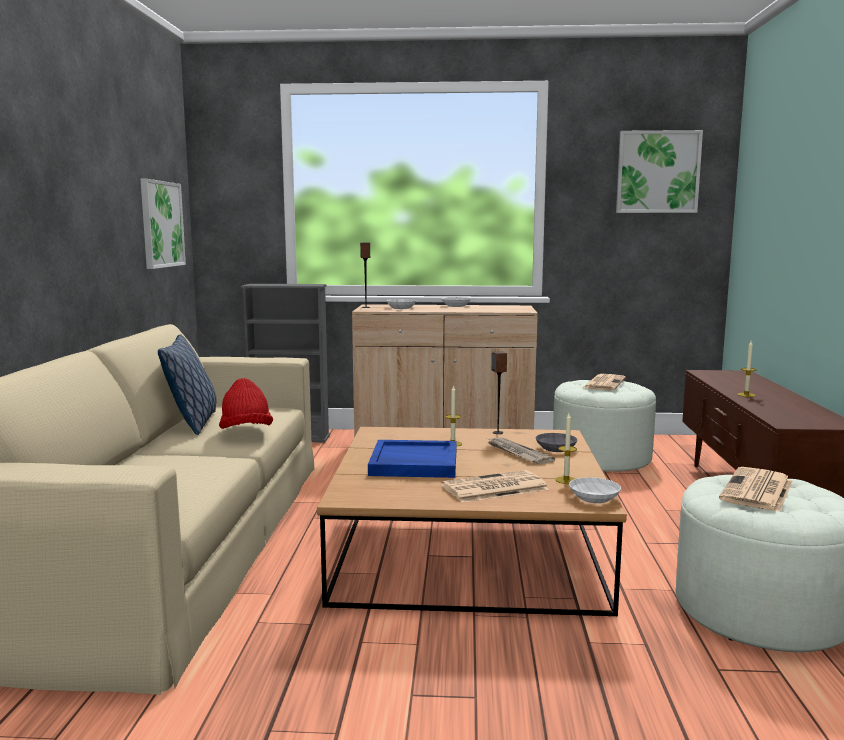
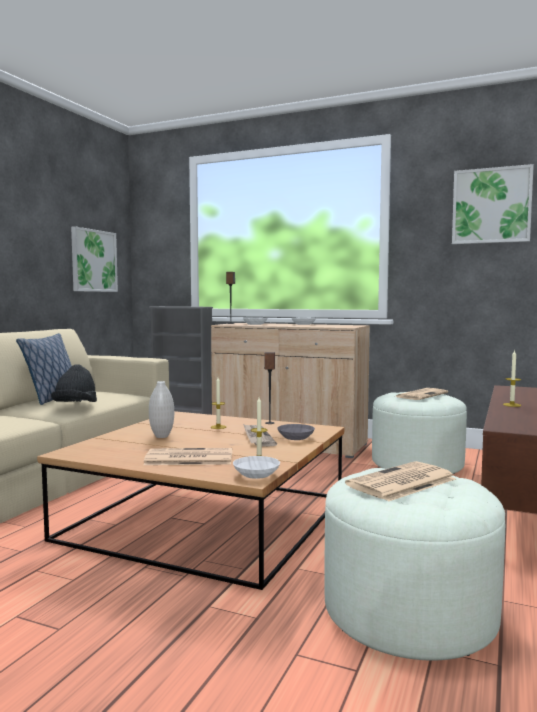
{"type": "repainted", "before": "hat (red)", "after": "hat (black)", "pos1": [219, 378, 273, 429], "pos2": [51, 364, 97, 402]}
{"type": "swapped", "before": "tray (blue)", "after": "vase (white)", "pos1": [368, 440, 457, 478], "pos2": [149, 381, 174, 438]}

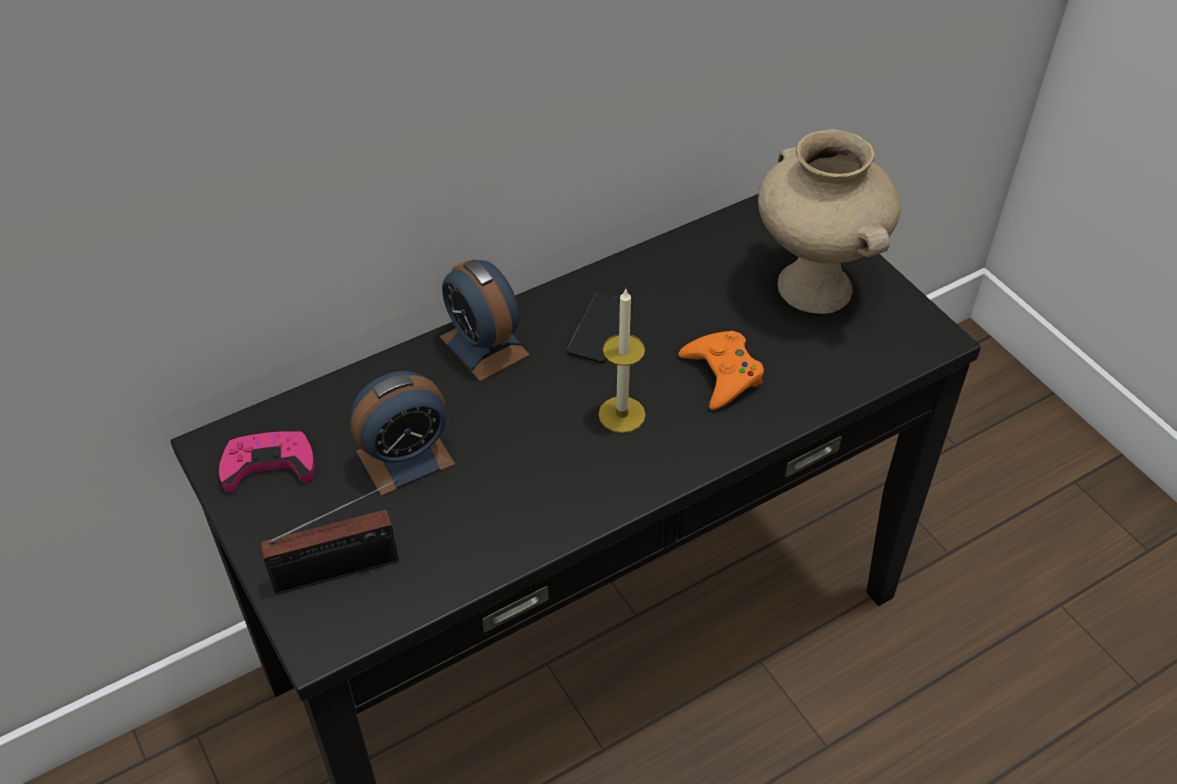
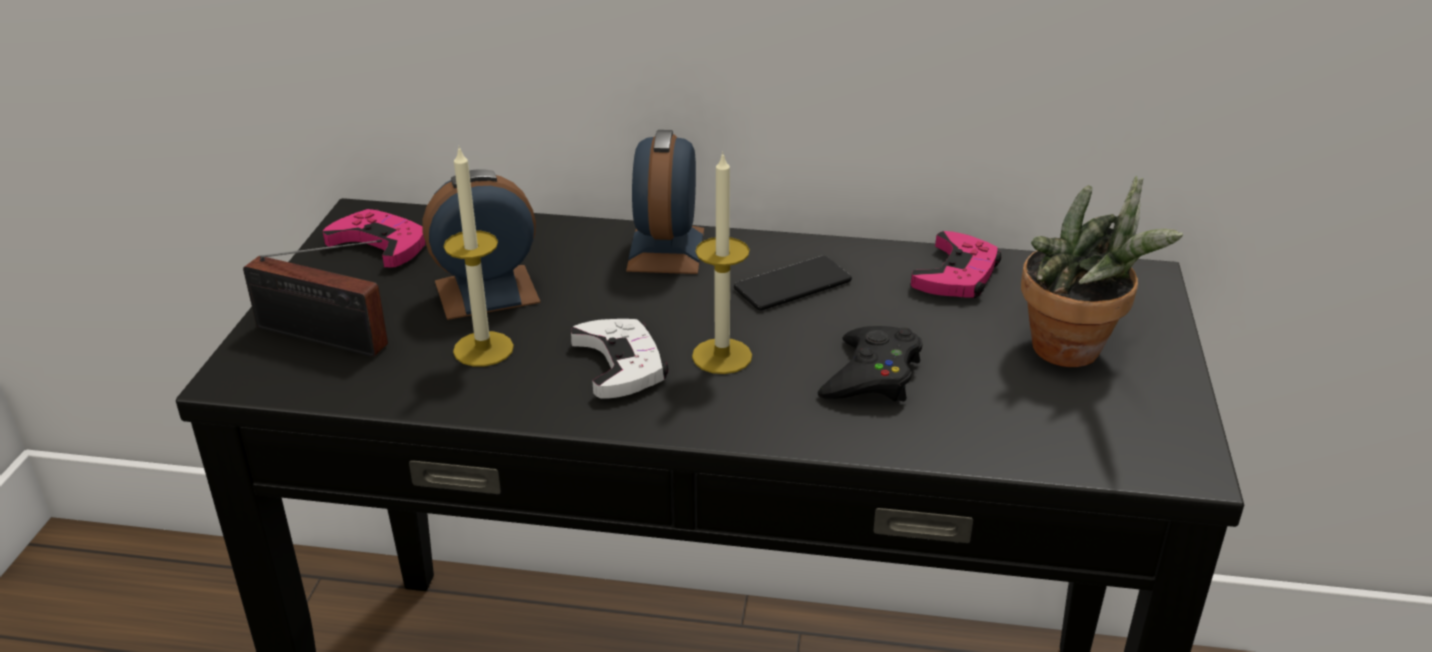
{"type": "rotated", "before": "alarm clock", "pos1": [350, 371, 455, 496], "pos2": [422, 169, 541, 320], "turn": 150}
{"type": "new", "after": "candle", "pos2": [444, 146, 514, 367]}
{"type": "new", "after": "game controller (white)", "pos2": [571, 319, 669, 399]}
{"type": "repainted", "before": "game controller (orange)", "after": "game controller (black)", "pos1": [678, 331, 764, 410], "pos2": [818, 326, 922, 402]}
{"type": "new", "after": "game controller (pink)", "pos2": [911, 231, 1001, 298]}
{"type": "swapped", "before": "vase (beige)", "after": "potted plant", "pos1": [758, 129, 901, 314], "pos2": [1021, 176, 1183, 367]}

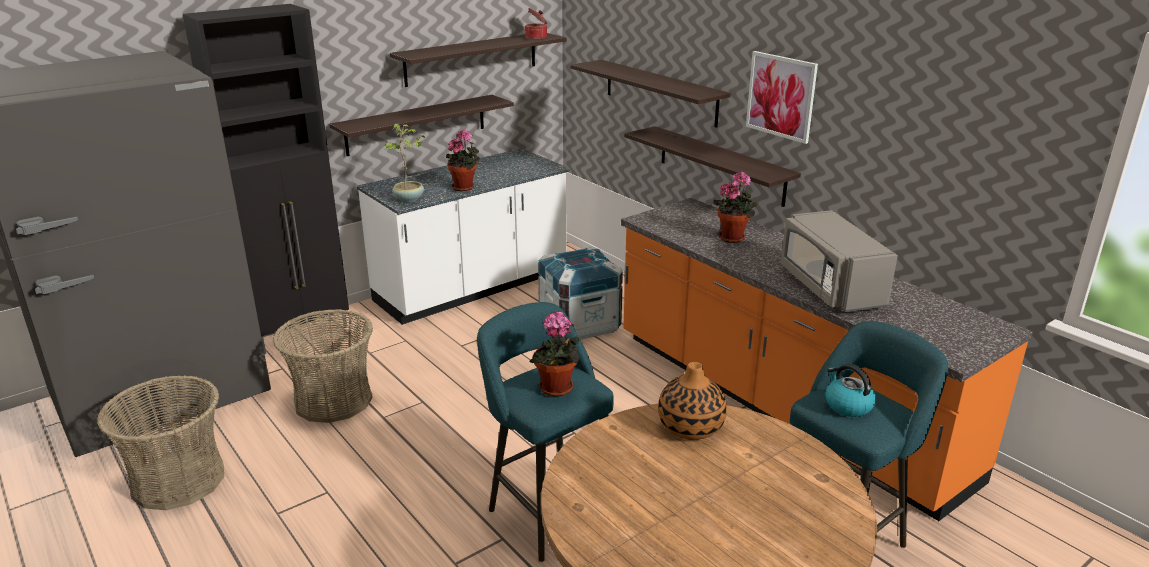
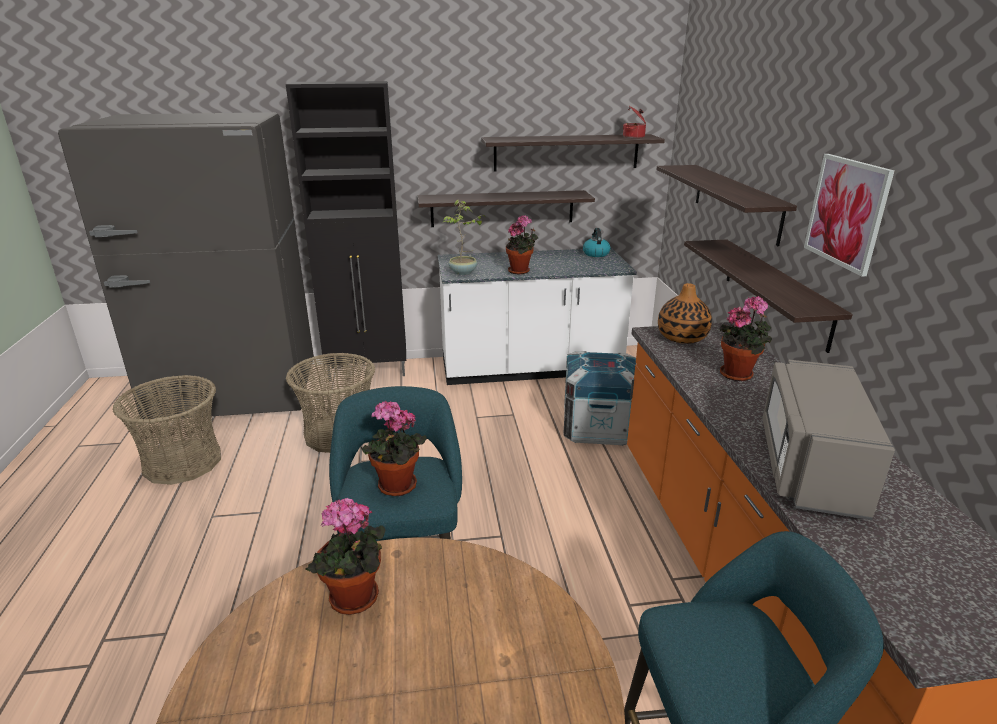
{"type": "new", "after": "potted plant", "pos2": [306, 498, 386, 615]}
{"type": "shifted", "before": "kettle", "pos1": [825, 364, 876, 417], "pos2": [583, 228, 611, 257]}
{"type": "shifted", "before": "vase", "pos1": [658, 362, 727, 440], "pos2": [658, 283, 712, 344]}

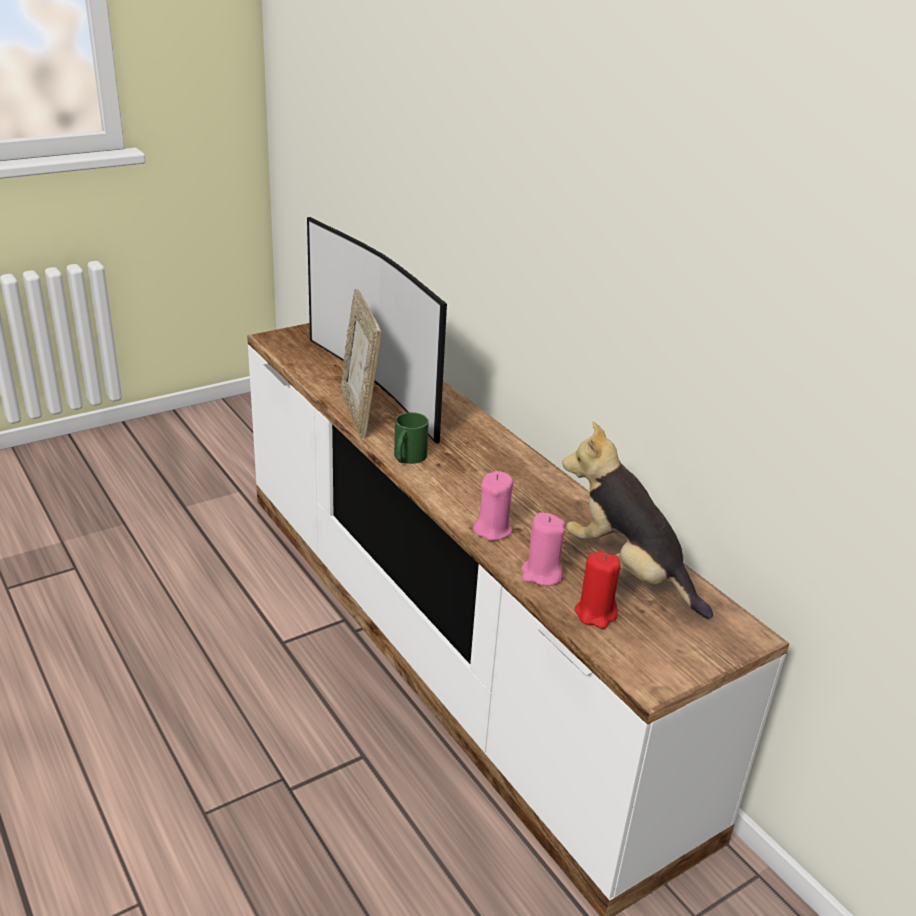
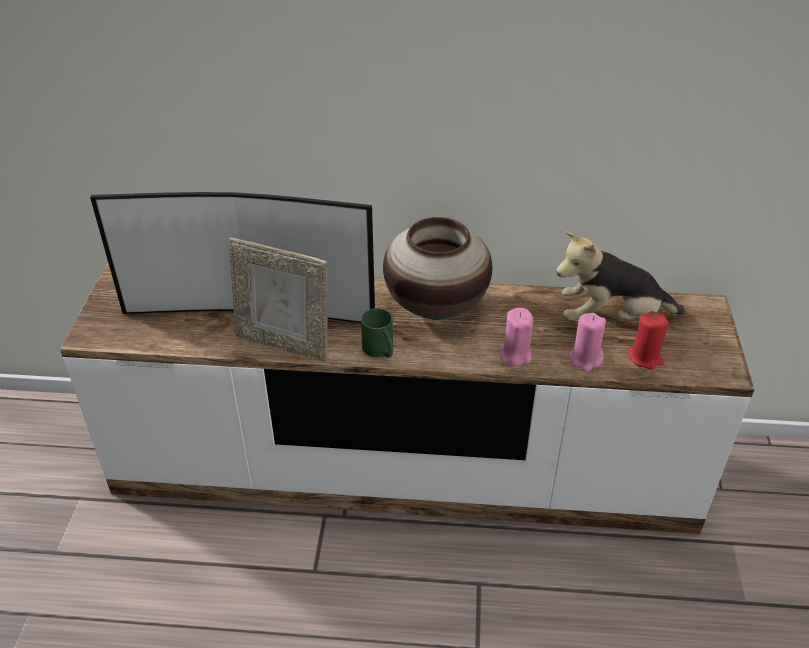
{"type": "new", "after": "vase", "pos2": [383, 217, 492, 320]}

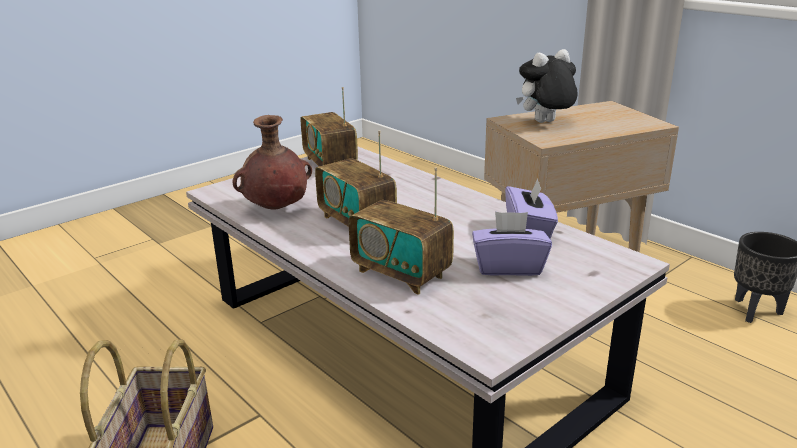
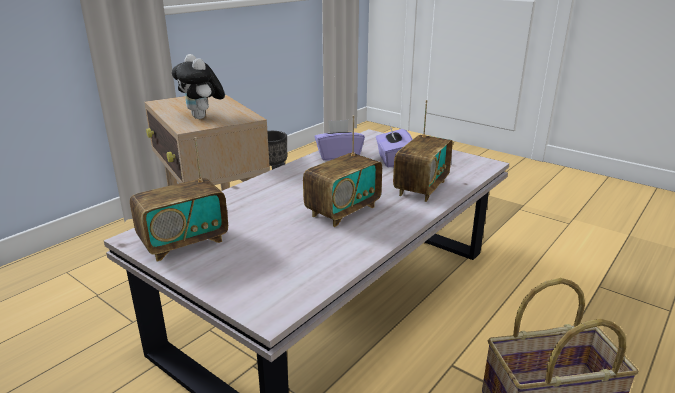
{"type": "gone", "before": "vase (brown)", "pos1": [233, 115, 312, 209]}

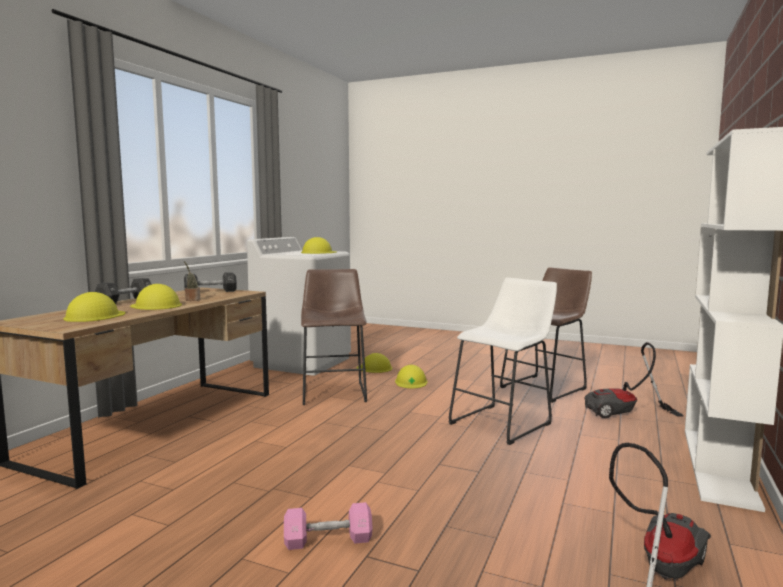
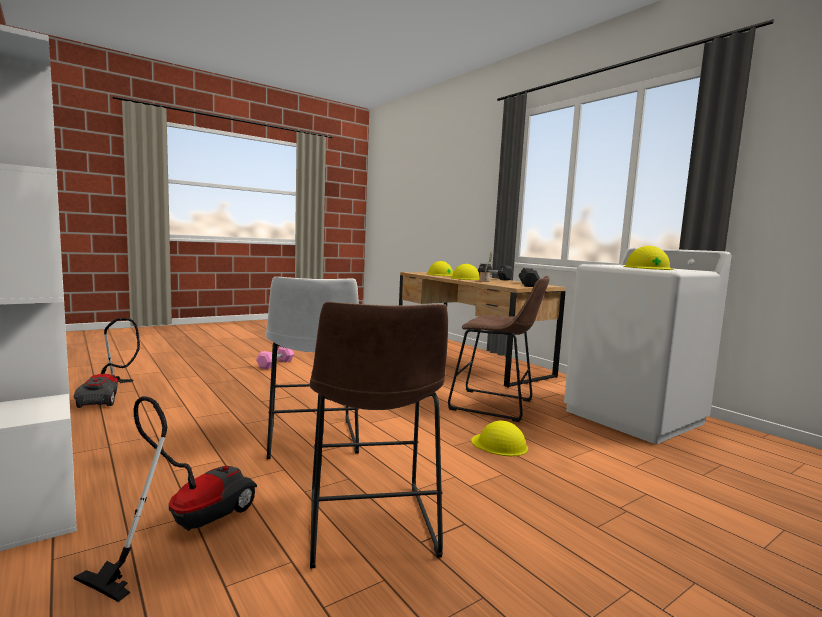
{"type": "gone", "before": "hard hat (yellow)", "pos1": [357, 353, 392, 373]}

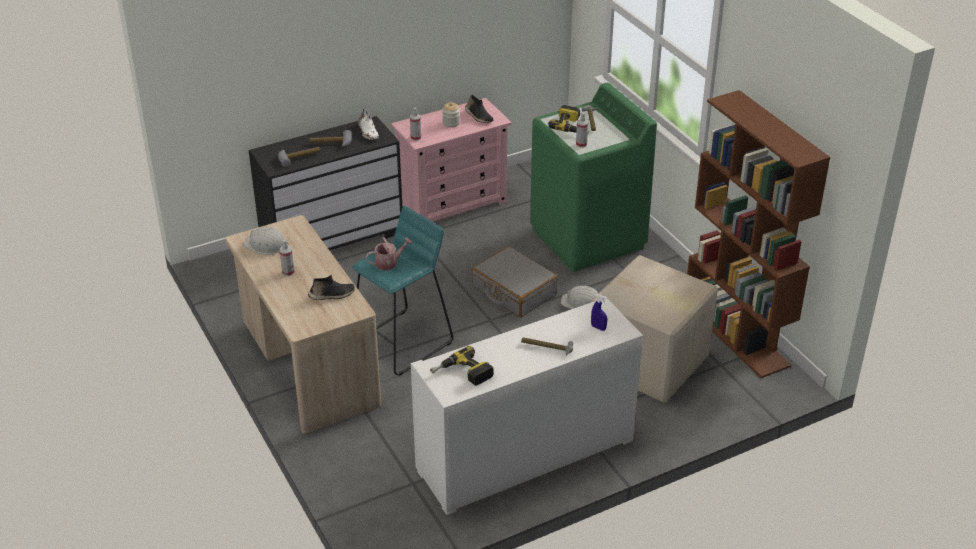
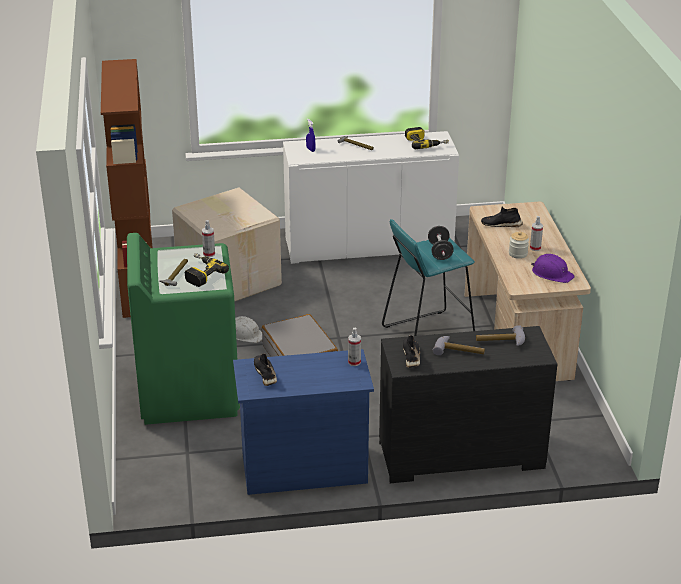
{"type": "repainted", "before": "dresser (pink)", "after": "dresser (blue)", "pos1": [391, 98, 512, 222], "pos2": [233, 349, 374, 495]}
{"type": "repainted", "before": "shoe (white)", "after": "shoe (black)", "pos1": [358, 108, 379, 140], "pos2": [403, 335, 420, 368]}
{"type": "swapped", "before": "watering can", "after": "dumbbell (black)", "pos1": [366, 237, 413, 271], "pos2": [428, 226, 454, 260]}
{"type": "shifted", "before": "jar", "pos1": [442, 102, 460, 127], "pos2": [509, 231, 529, 259]}
{"type": "repainted", "before": "hard hat (white)", "after": "hard hat (purple)", "pos1": [243, 226, 289, 255], "pos2": [531, 254, 575, 283]}

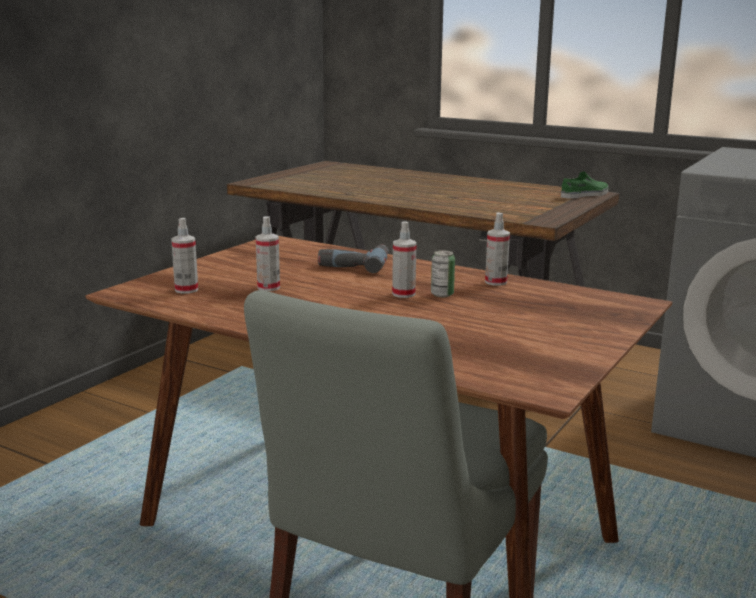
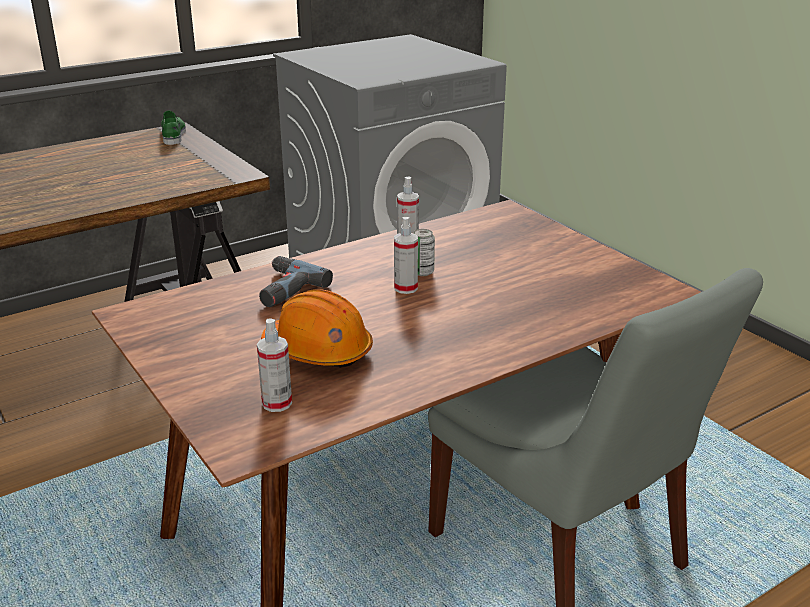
{"type": "swapped", "before": "spray bottle", "after": "hard hat (orange)", "pos1": [256, 216, 280, 291], "pos2": [261, 289, 373, 368]}

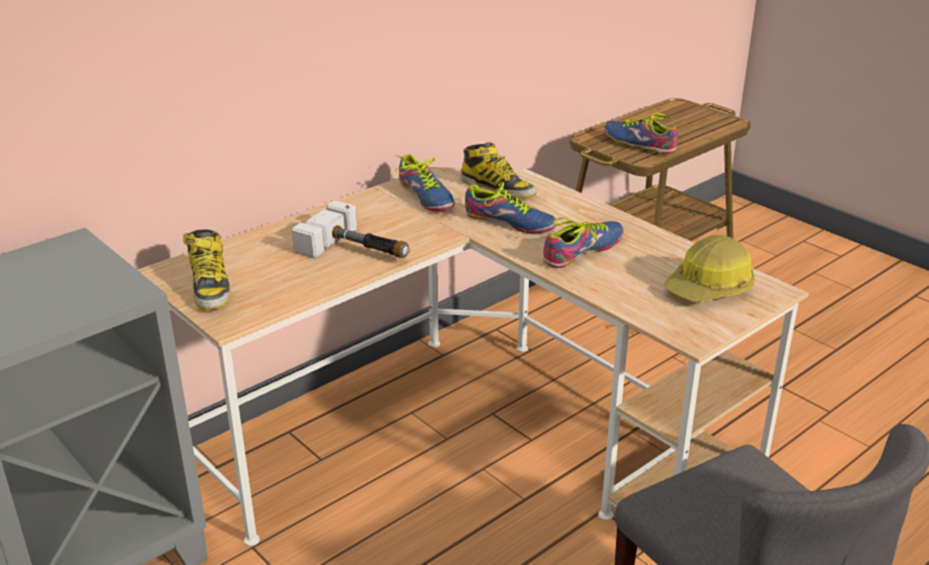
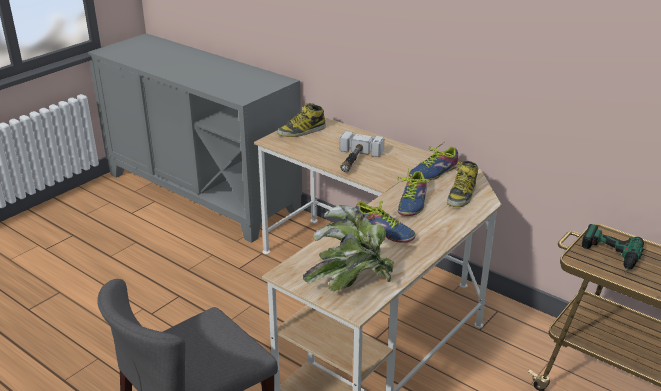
{"type": "swapped", "before": "hard hat", "after": "potted plant", "pos1": [664, 235, 755, 302], "pos2": [303, 205, 394, 291]}
{"type": "swapped", "before": "shoe", "after": "power drill", "pos1": [604, 113, 678, 154], "pos2": [582, 224, 644, 274]}

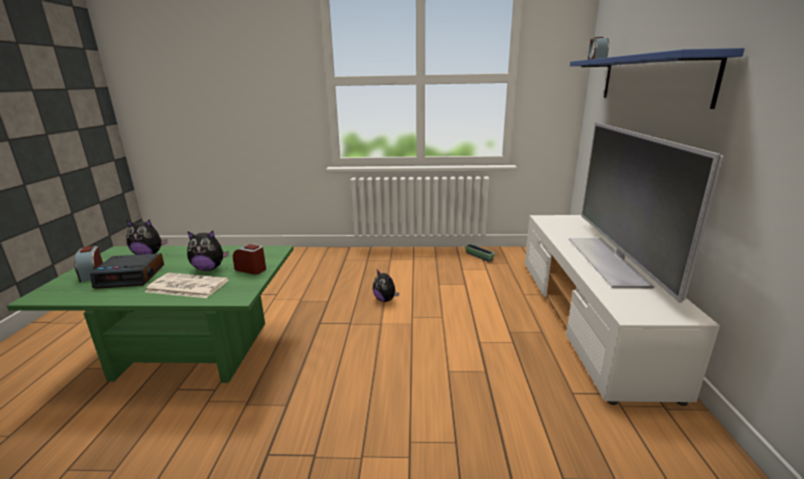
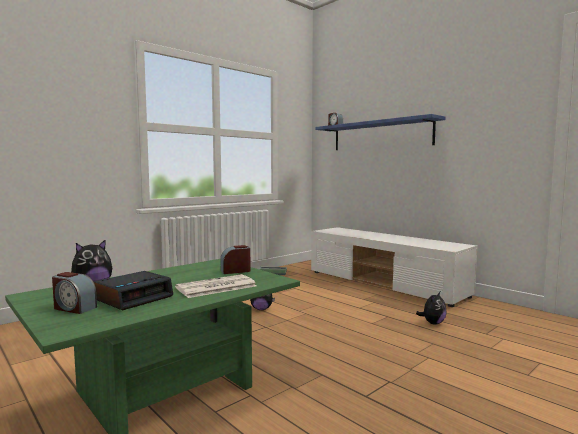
{"type": "shifted", "before": "plush toy", "pos1": [187, 231, 229, 271], "pos2": [416, 292, 447, 325]}
{"type": "gone", "before": "television", "pos1": [569, 122, 723, 303]}

